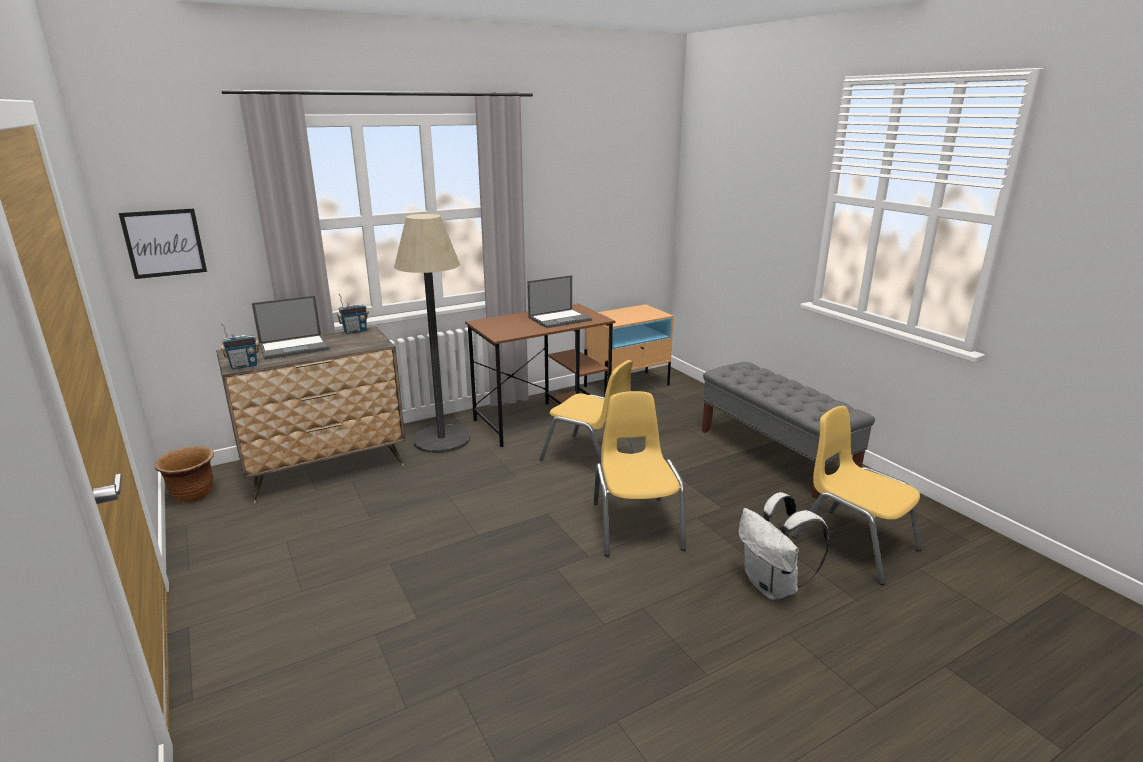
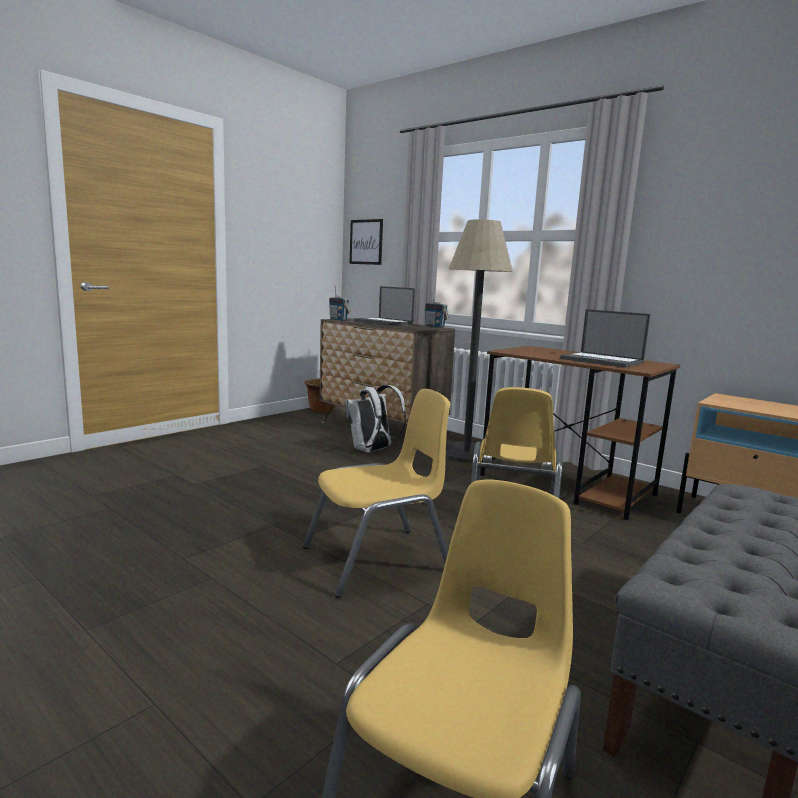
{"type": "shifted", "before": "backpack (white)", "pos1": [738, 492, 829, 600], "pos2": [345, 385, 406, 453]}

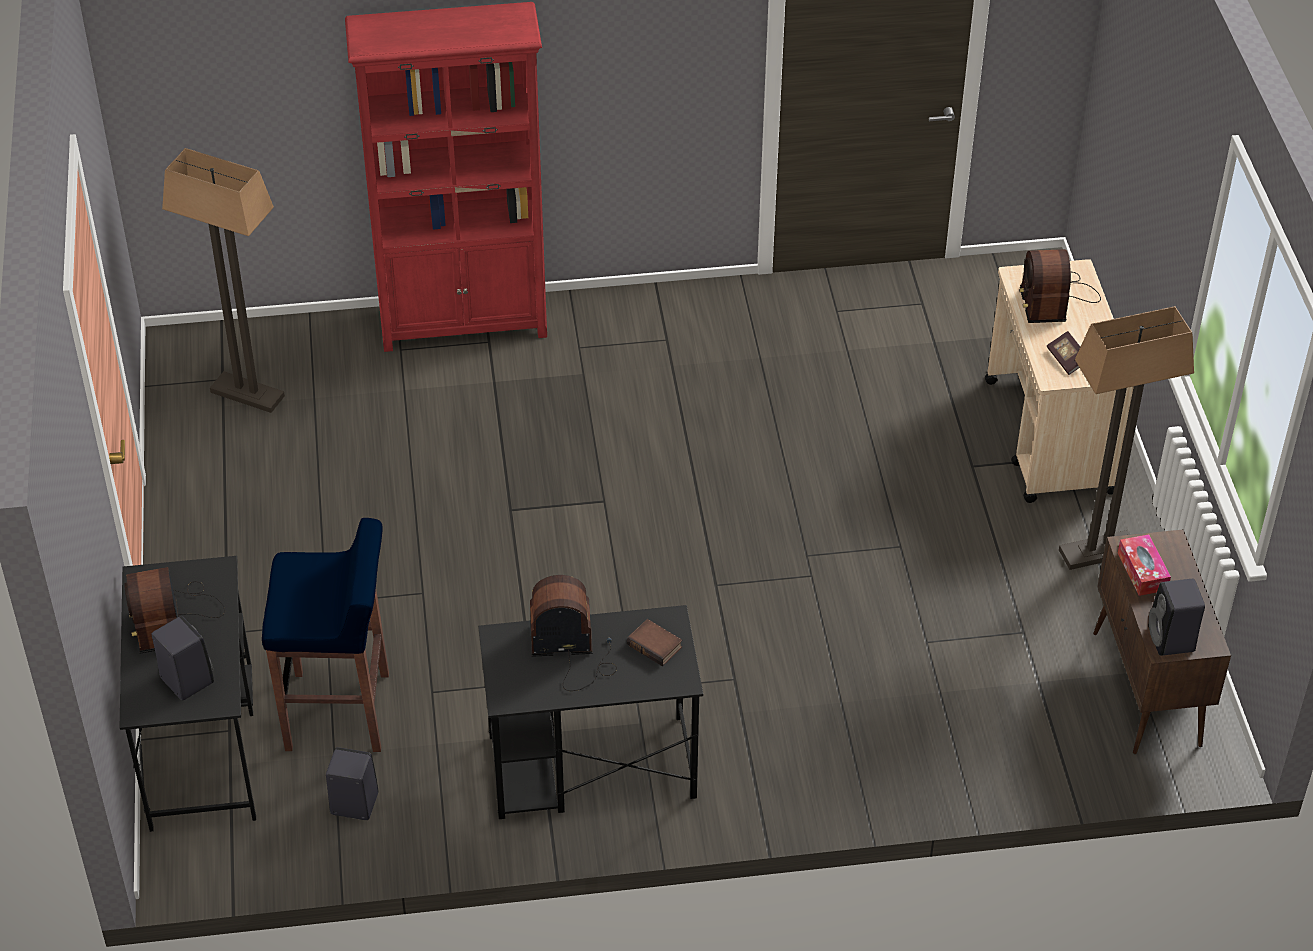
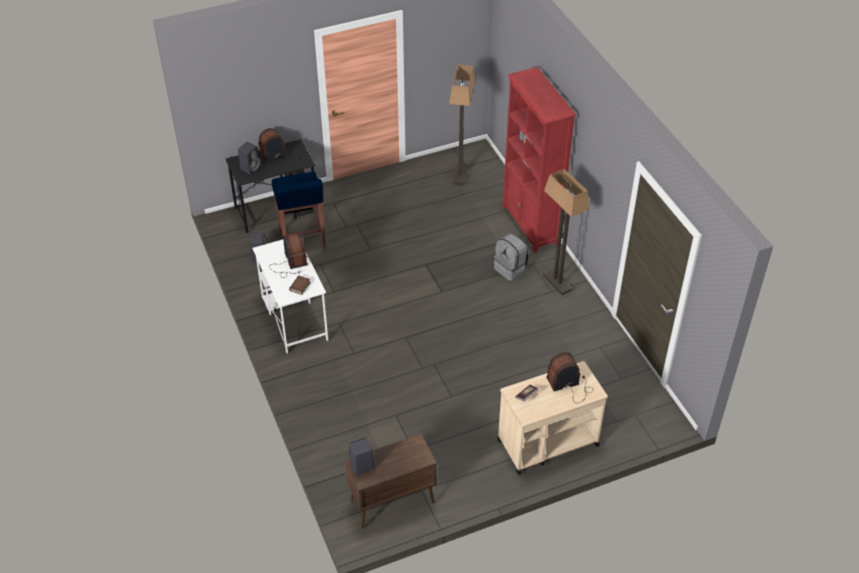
{"type": "repainted", "before": "desk (black)", "after": "desk (white)", "pos1": [478, 605, 703, 819], "pos2": [253, 239, 328, 353]}
{"type": "new", "after": "backpack (grey)", "pos2": [494, 234, 529, 281]}
{"type": "shifted", "before": "floor lamp", "pos1": [1059, 306, 1194, 570], "pos2": [543, 169, 590, 295]}
{"type": "gone", "before": "tissue box", "pos1": [1118, 534, 1171, 596]}

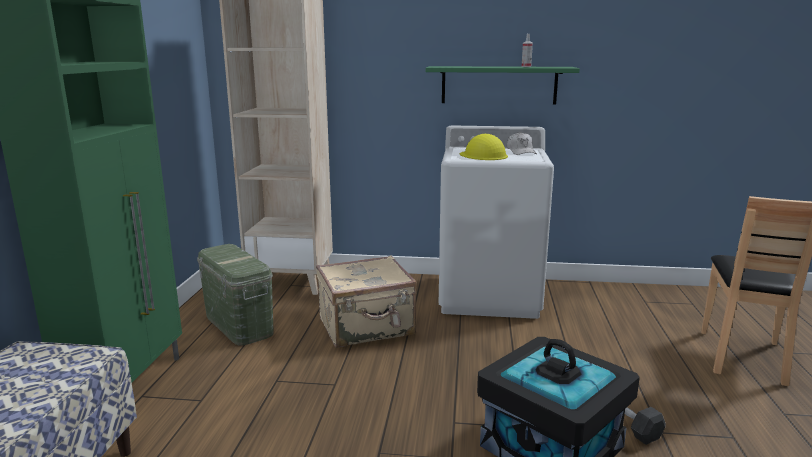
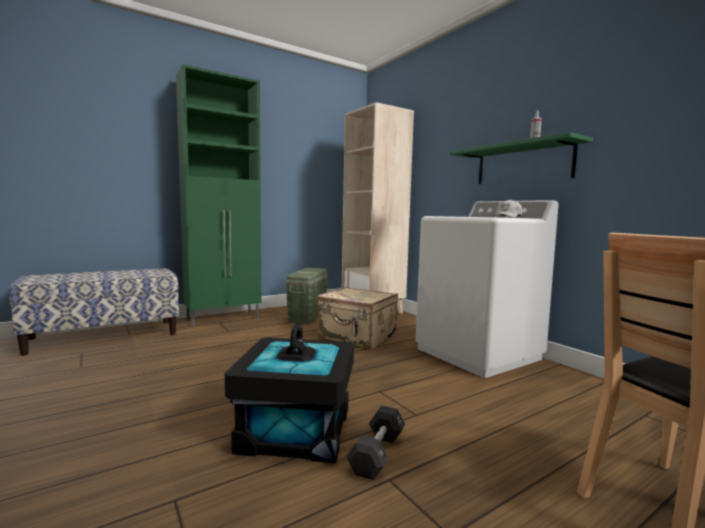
{"type": "gone", "before": "hard hat (yellow)", "pos1": [460, 134, 508, 160]}

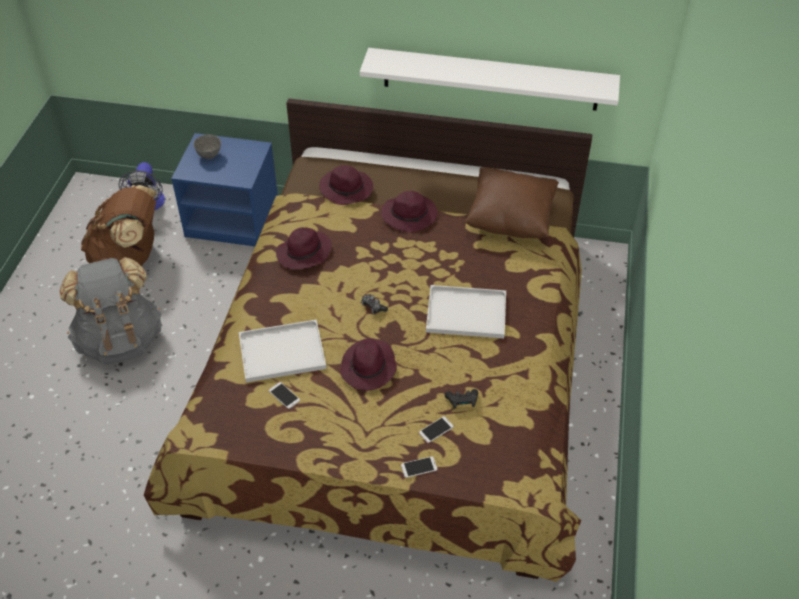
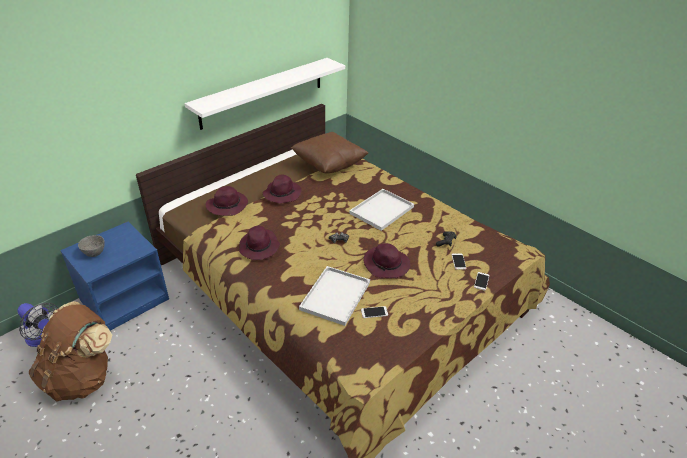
{"type": "gone", "before": "backpack (grey)", "pos1": [60, 257, 162, 365]}

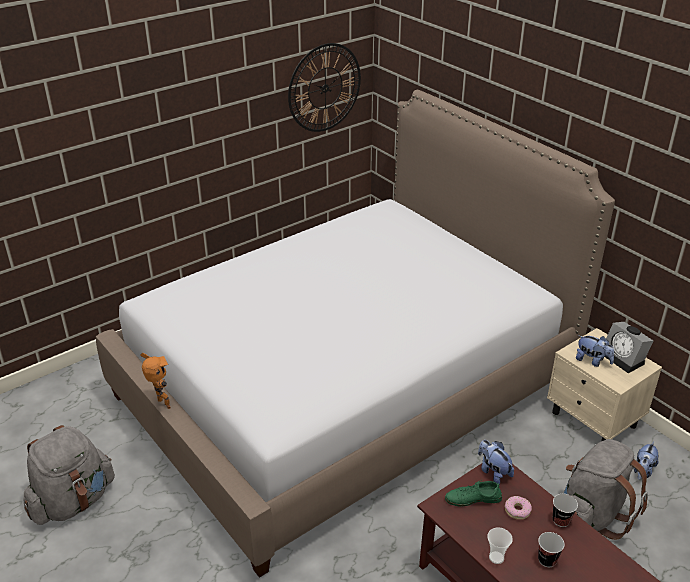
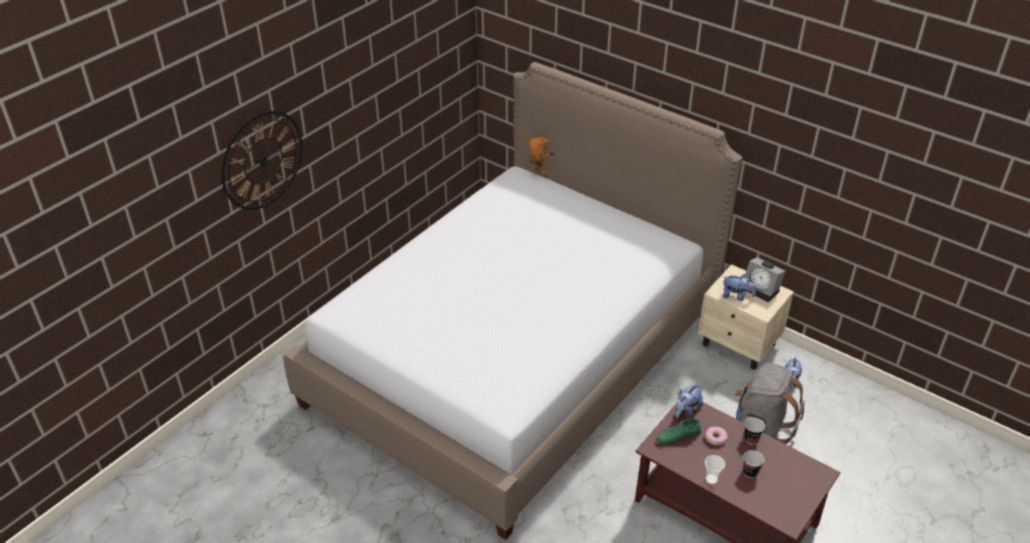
{"type": "shifted", "before": "wall clock", "pos1": [288, 43, 361, 132], "pos2": [221, 111, 302, 210]}
{"type": "shifted", "before": "toy robot", "pos1": [140, 353, 171, 409], "pos2": [524, 136, 554, 177]}
{"type": "rotated", "before": "plush toy", "pos1": [478, 440, 514, 485], "pos2": [676, 383, 703, 418], "turn": -90}
{"type": "gone", "before": "backpack (grey)", "pos1": [24, 425, 115, 525]}

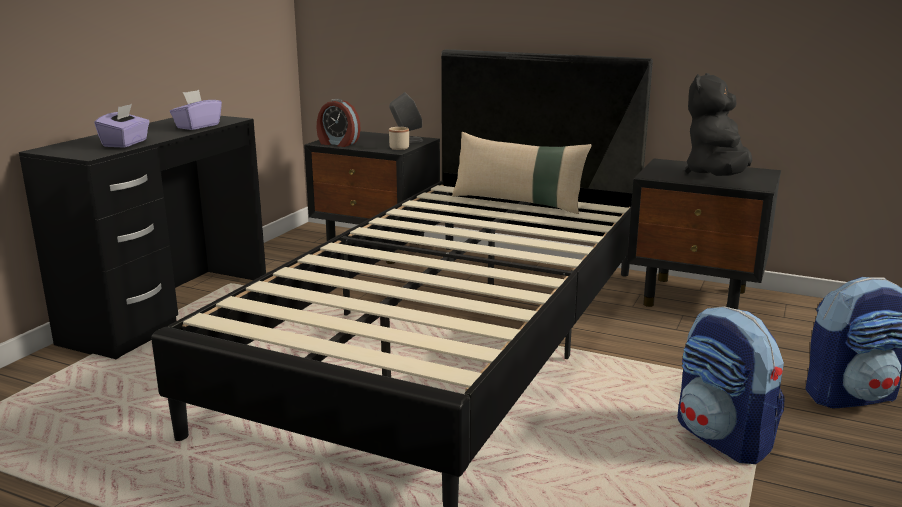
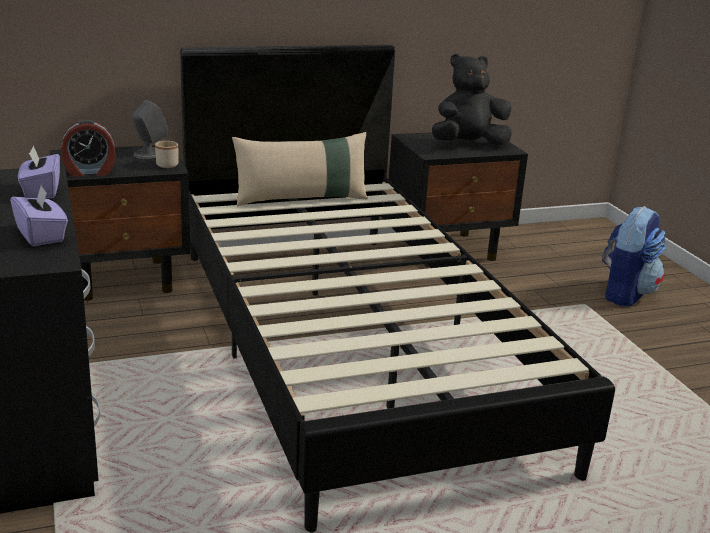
{"type": "rotated", "before": "plush toy (black)", "pos1": [685, 73, 752, 176], "pos2": [432, 54, 512, 145], "turn": 90}
{"type": "gone", "before": "backpack", "pos1": [677, 307, 785, 464]}

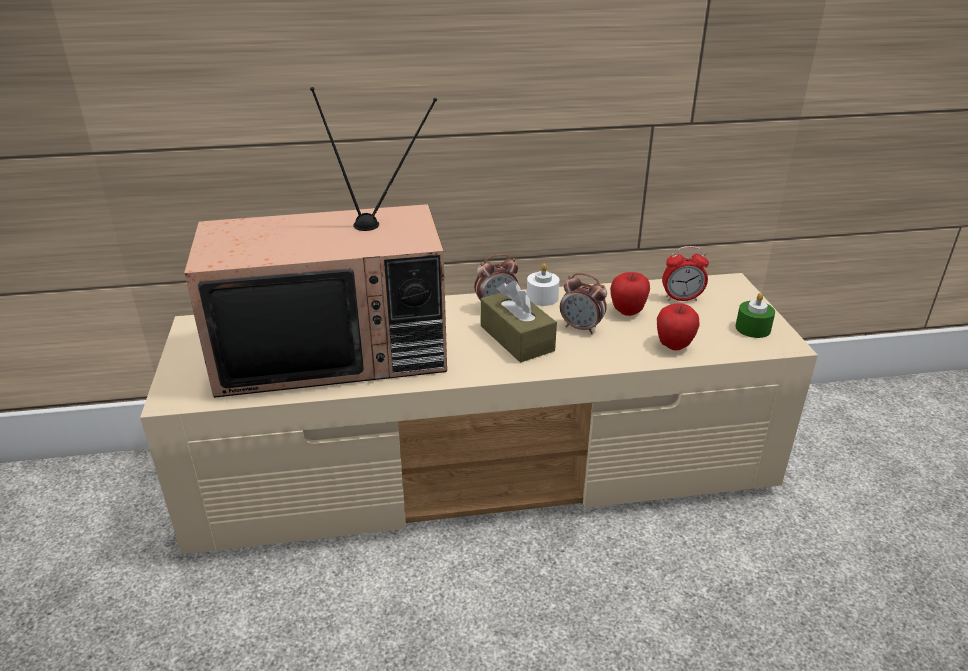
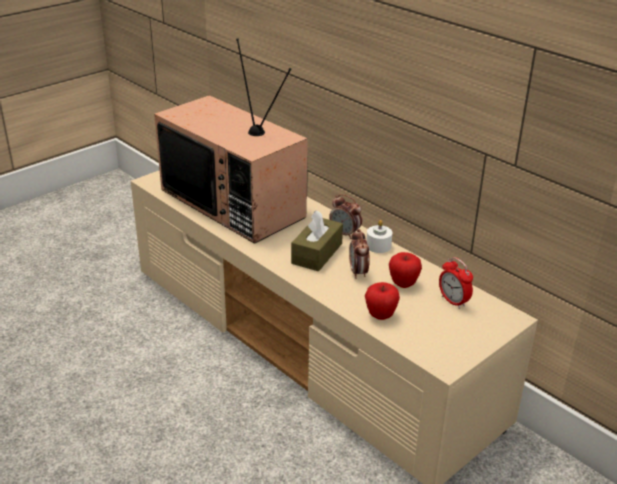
{"type": "gone", "before": "candle (green)", "pos1": [735, 293, 775, 338]}

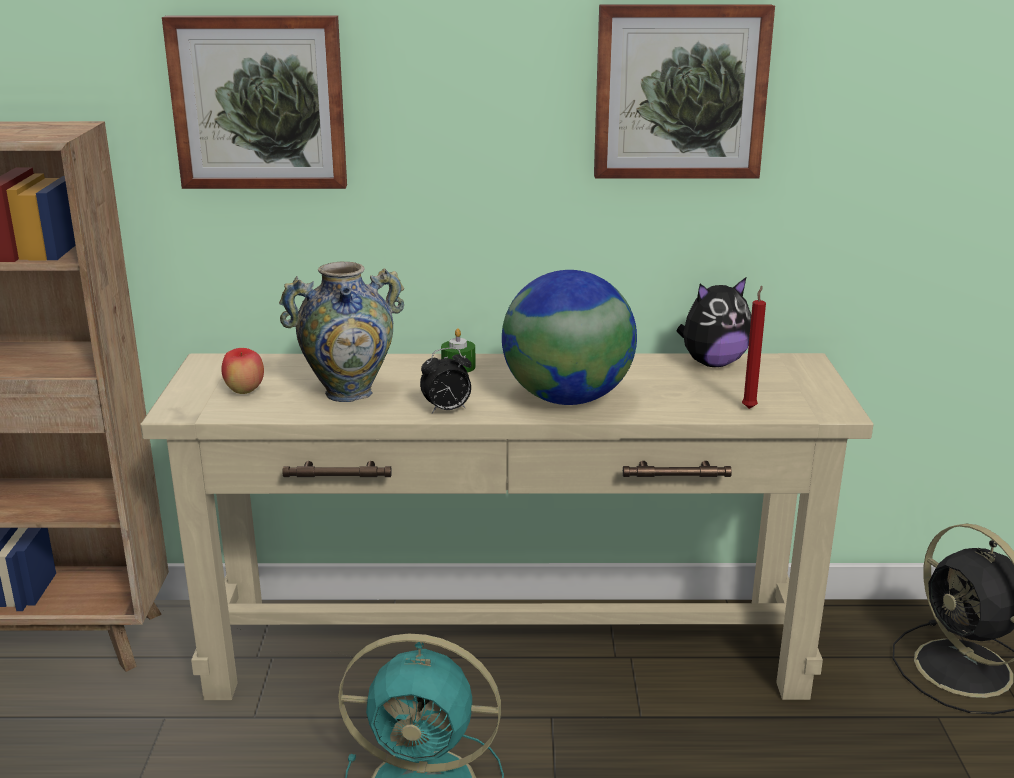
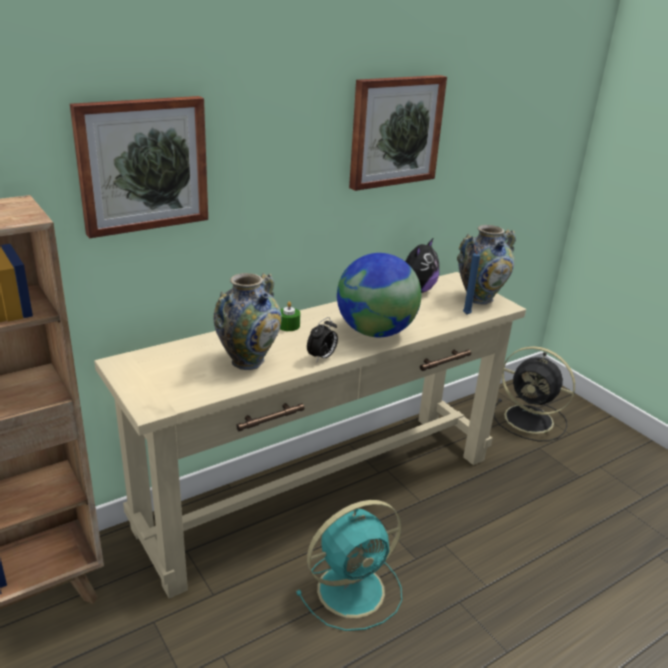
{"type": "new", "after": "vase", "pos2": [457, 225, 516, 305]}
{"type": "repainted", "before": "candle (red)", "after": "candle (blue)", "pos1": [742, 286, 766, 409], "pos2": [463, 245, 480, 315]}
{"type": "gone", "before": "apple", "pos1": [221, 348, 264, 394]}

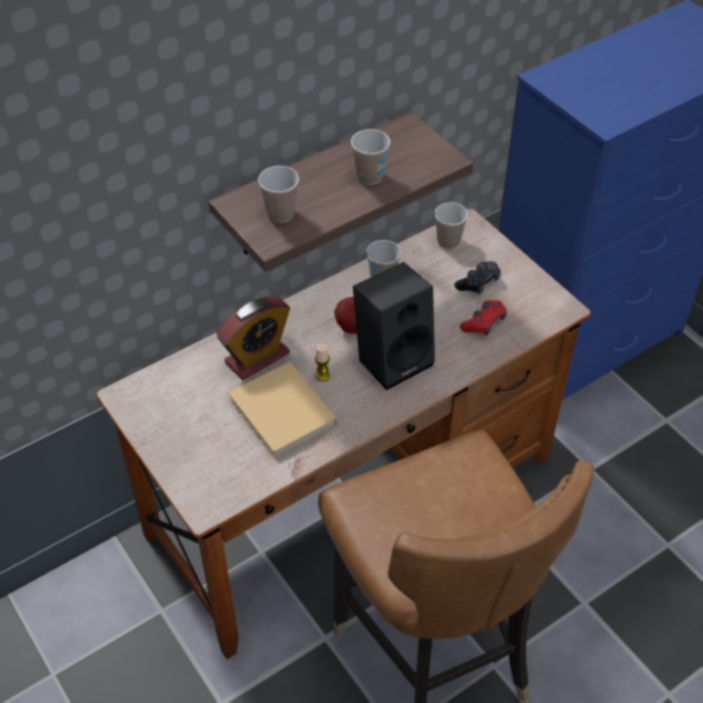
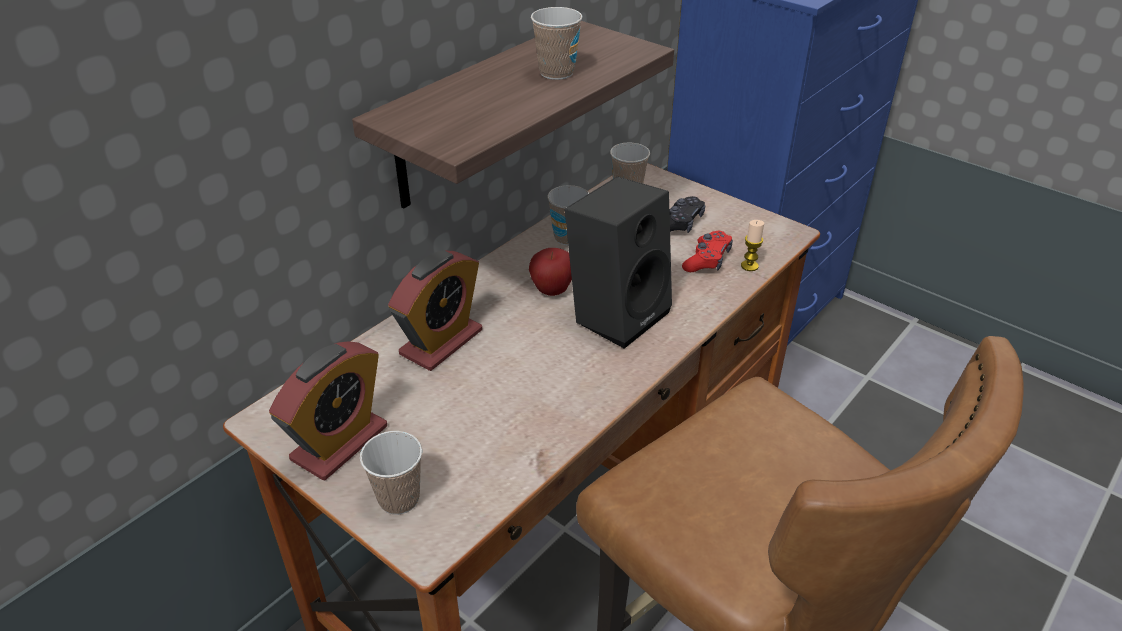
{"type": "new", "after": "alarm clock", "pos2": [269, 341, 387, 480]}
{"type": "shifted", "before": "cup", "pos1": [258, 166, 299, 223], "pos2": [360, 431, 422, 515]}
{"type": "shifted", "before": "candle", "pos1": [315, 343, 330, 381], "pos2": [741, 220, 764, 271]}
{"type": "gone", "before": "book (beige)", "pos1": [228, 362, 337, 458]}

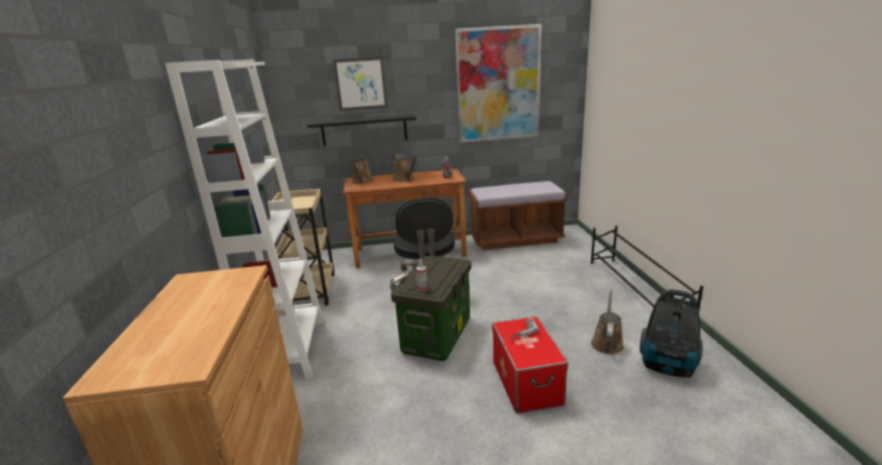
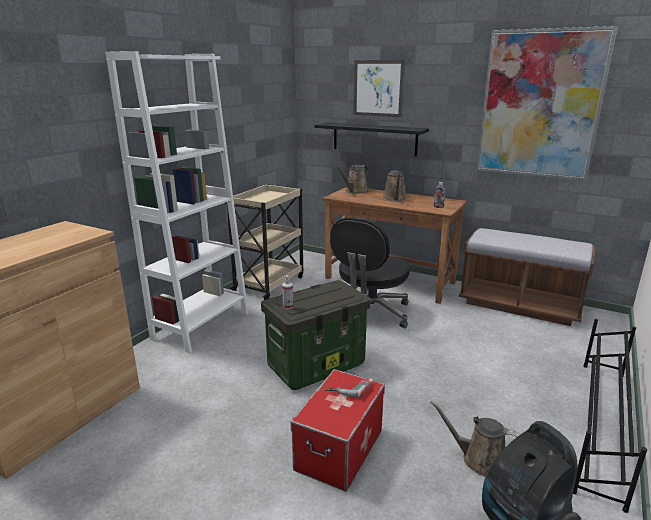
{"type": "rotated", "before": "watering can (brown)", "pos1": [591, 289, 624, 355], "pos2": [430, 401, 521, 477], "turn": -120}

